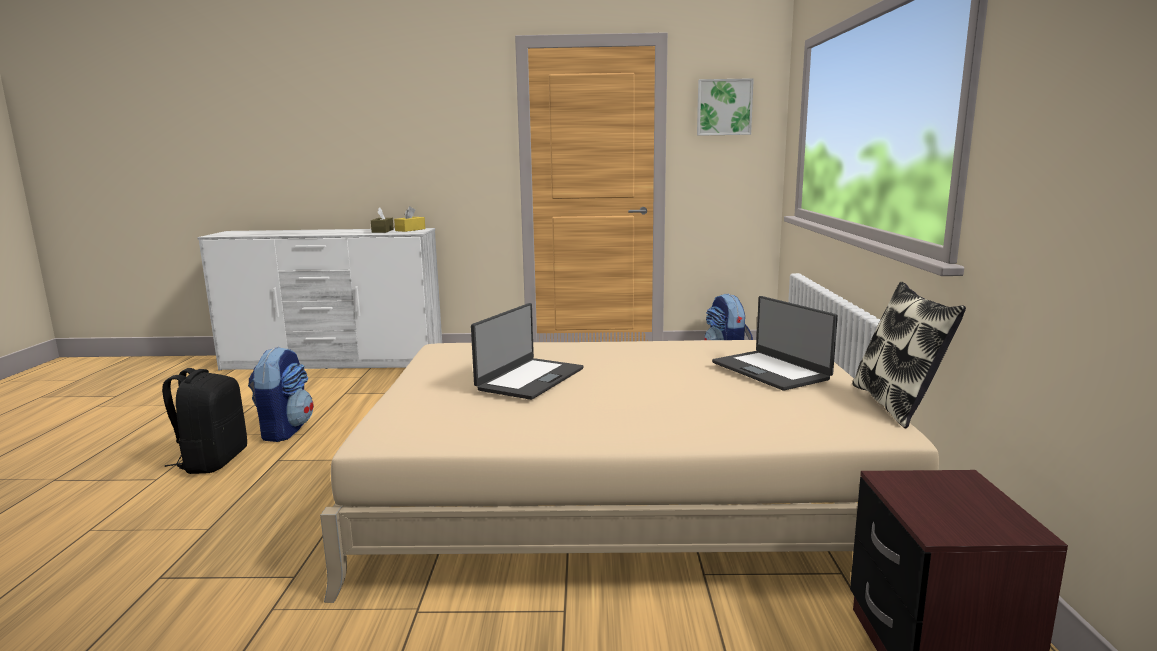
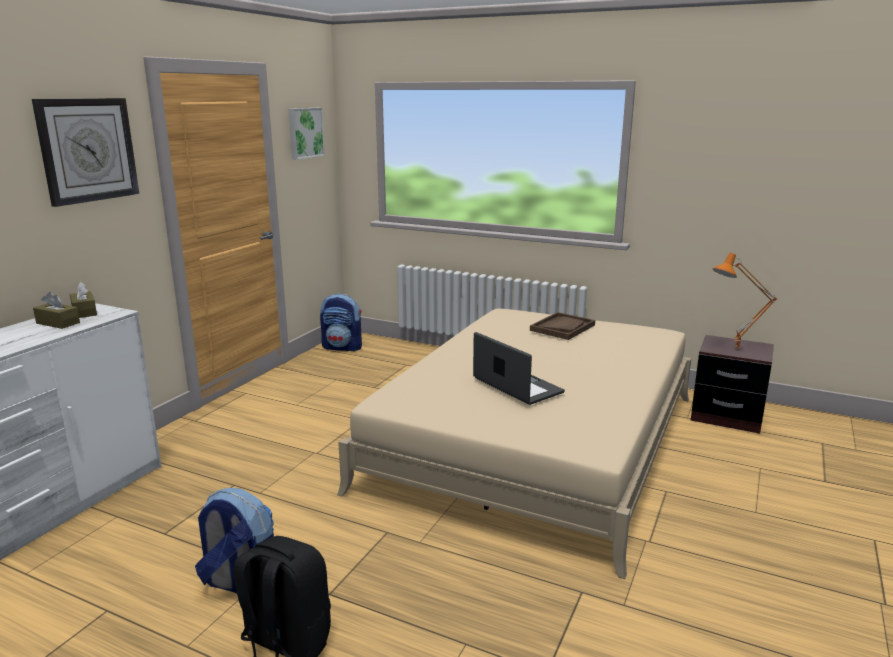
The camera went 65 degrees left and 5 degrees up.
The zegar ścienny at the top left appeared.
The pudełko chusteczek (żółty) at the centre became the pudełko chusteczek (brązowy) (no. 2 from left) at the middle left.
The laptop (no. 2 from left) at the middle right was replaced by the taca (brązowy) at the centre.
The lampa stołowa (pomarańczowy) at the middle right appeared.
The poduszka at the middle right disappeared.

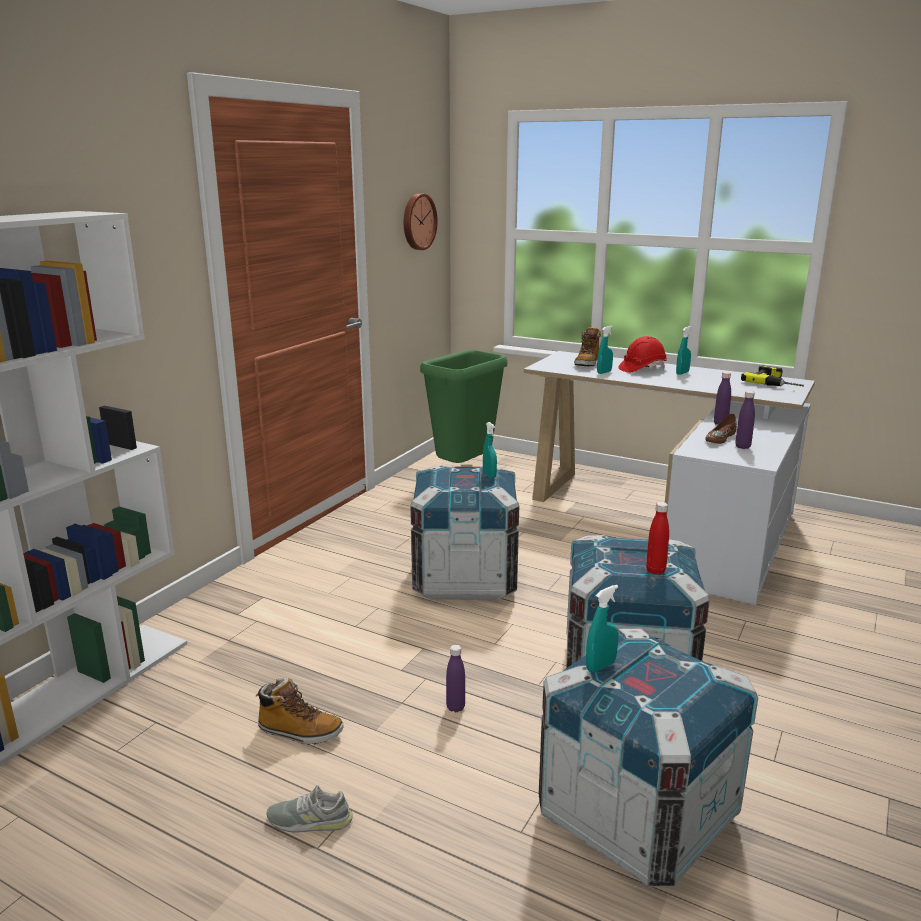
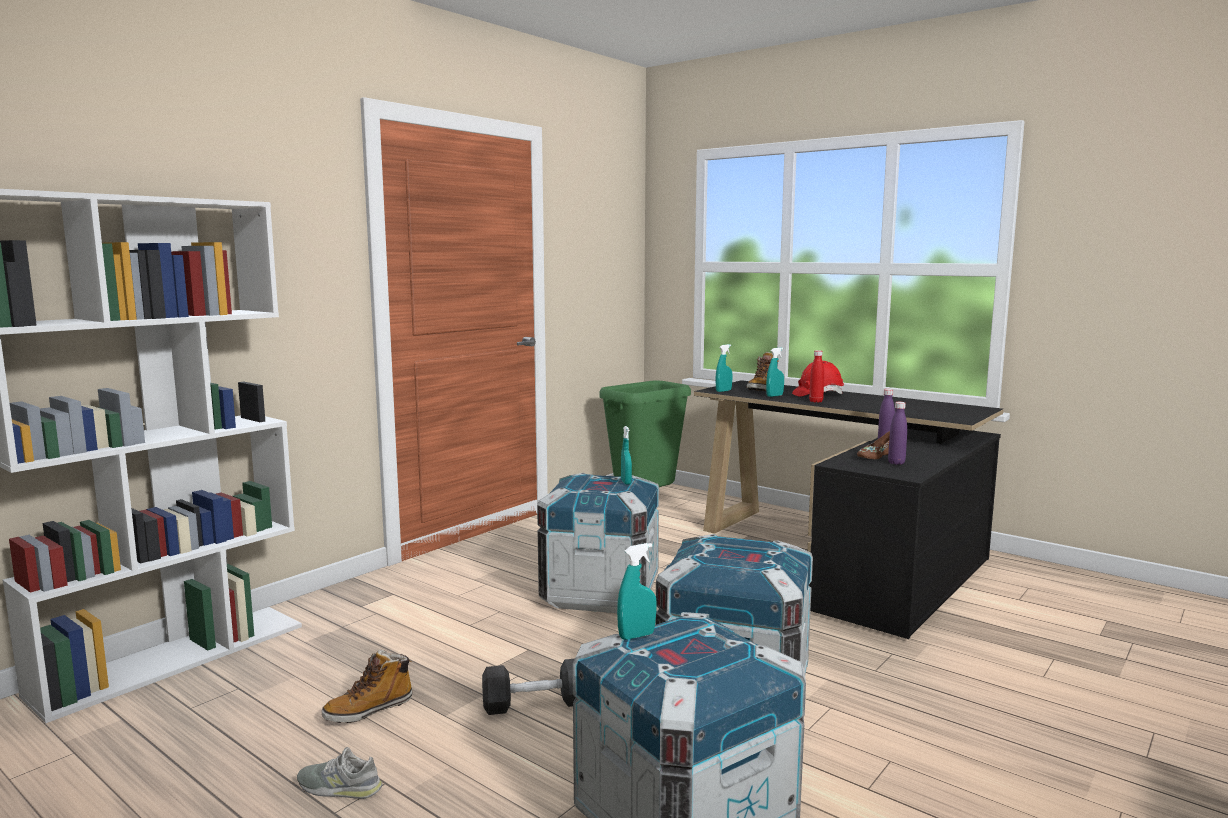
The camera went 10 degrees right and 10 degrees down.
The but z cholewką (no. 1 from left) at the bottom left turned 120 degrees clockwise.
The butelka (fioletowy) (no. 1 from left) at the bottom centre was replaced by the hantel (czarny) at the bottom centre.
The biurko (biały) at the middle right became the biurko (czarny) at the middle right.
The spryskiwacz (turkusowy) (no. 4 from left in the first image) moved from the middle right to the centre.
The butelka (czerwony) moved from the middle right to the centre.
The zegar ścienny at the top centre disappeared.
The wiertarka at the middle right disappeared.

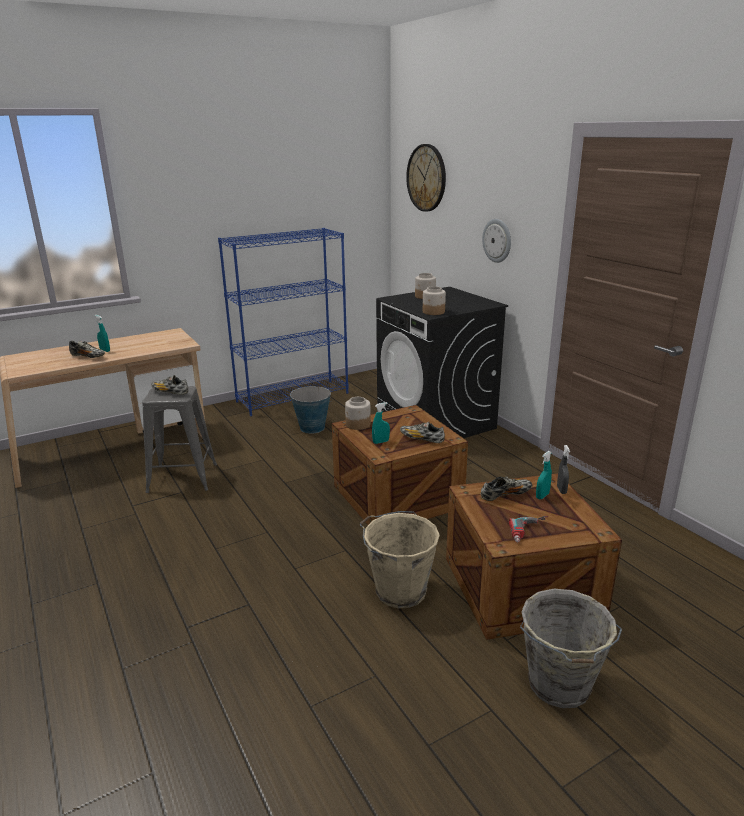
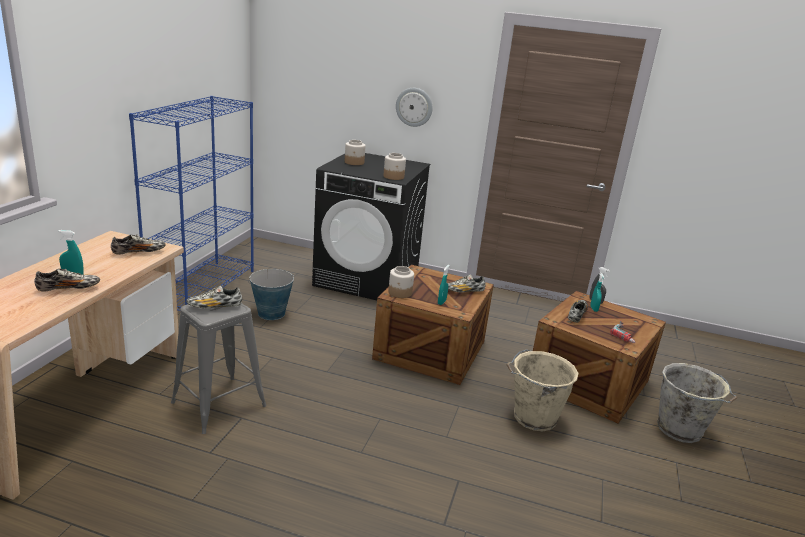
The camera went 45 degrees left and 0 degrees up.
The but (no. 2 from left) at the middle left appeared.
The zegar ścienny (no. 1 from left) at the top centre disappeared.

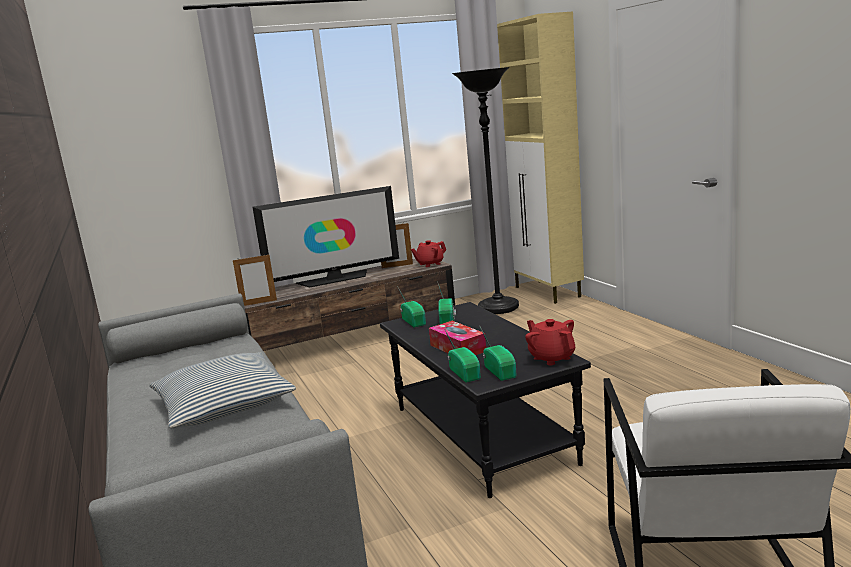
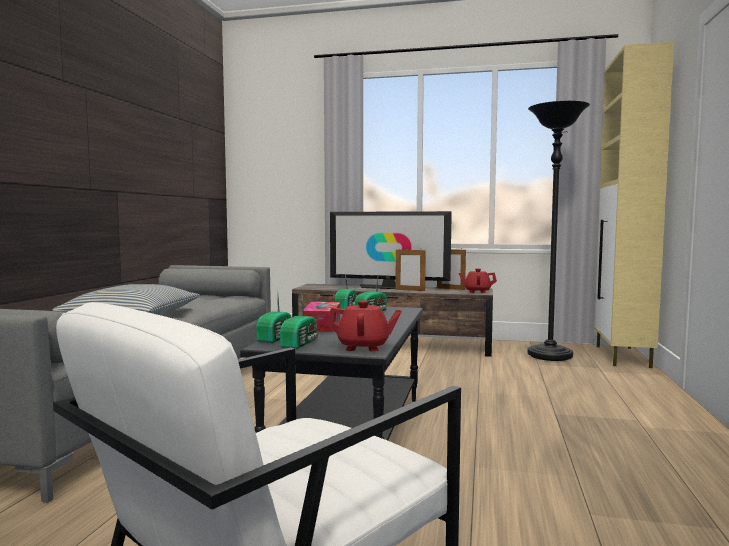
The camera went 35 degrees right and 10 degrees down.
The imbryk (czerwony) (no. 2 from left in the first image) at the centre turned 90 degrees clockwise.
The ramka na zdjęcie (no. 1 from left) moved from the middle left to the centre.

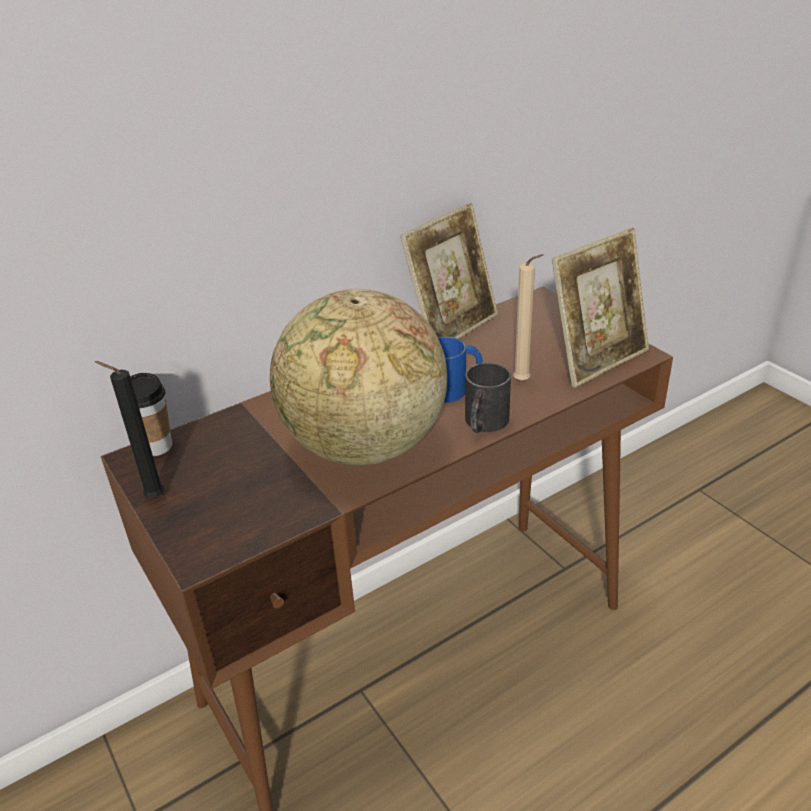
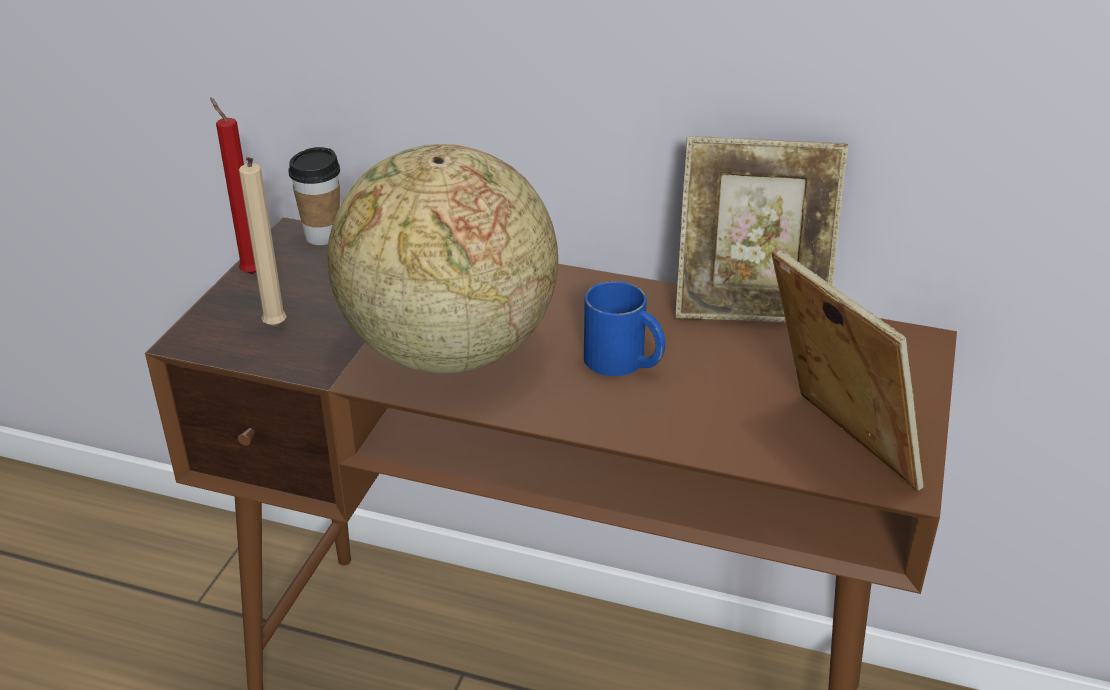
The camera went 50 degrees right and 0 degrees up.
The świeca (czarny) at the middle left became the świeca (czerwony) at the top left.
The świeca (beżowy) moved from the centre to the middle left.
The ramka na zdjęcie (no. 2 from left) at the middle right turned 135 degrees counterclockwise.
The kubek (czarny) at the centre disappeared.

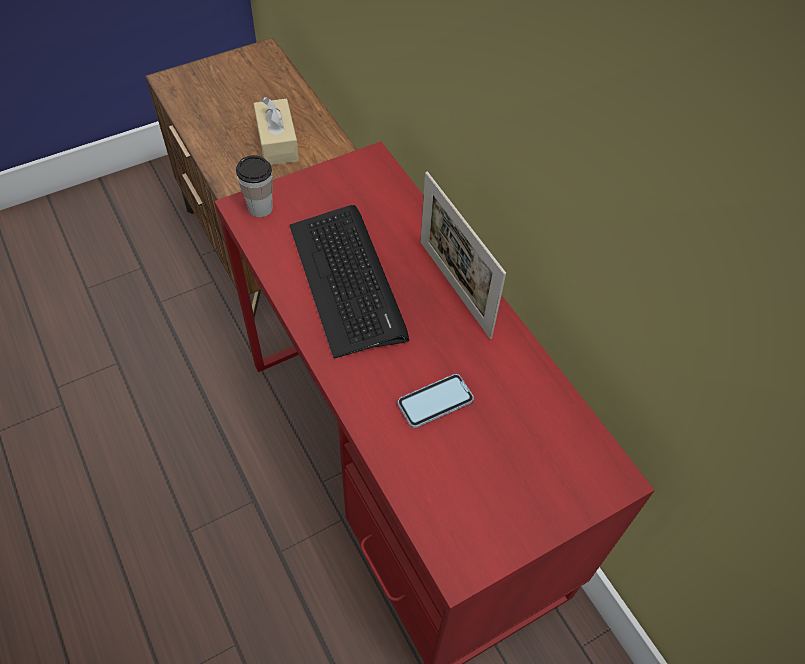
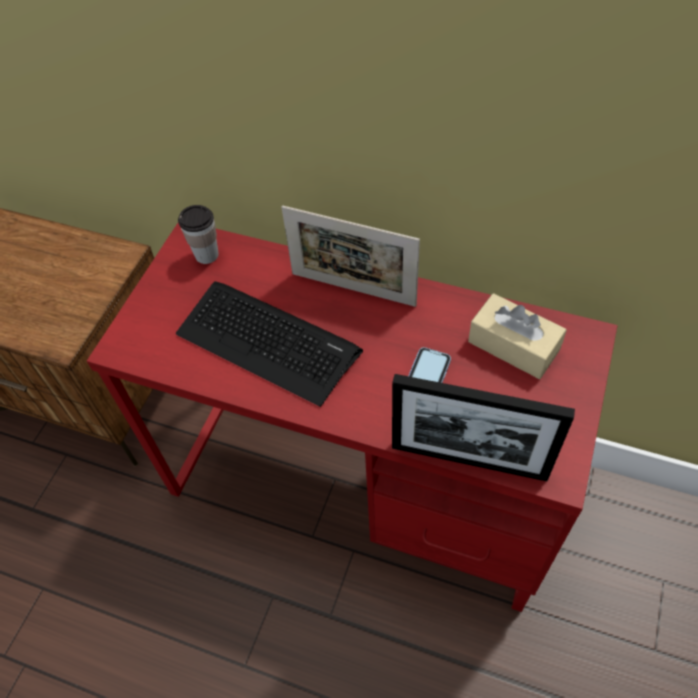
The camera went 35 degrees left and 0 degrees up.
The filiżanka moved from the top left to the middle left.
The ramka na zdjęcie (no. 2 from left) at the middle right appeared.
The pudełko chusteczek (beżowy) moved from the top centre to the middle right.

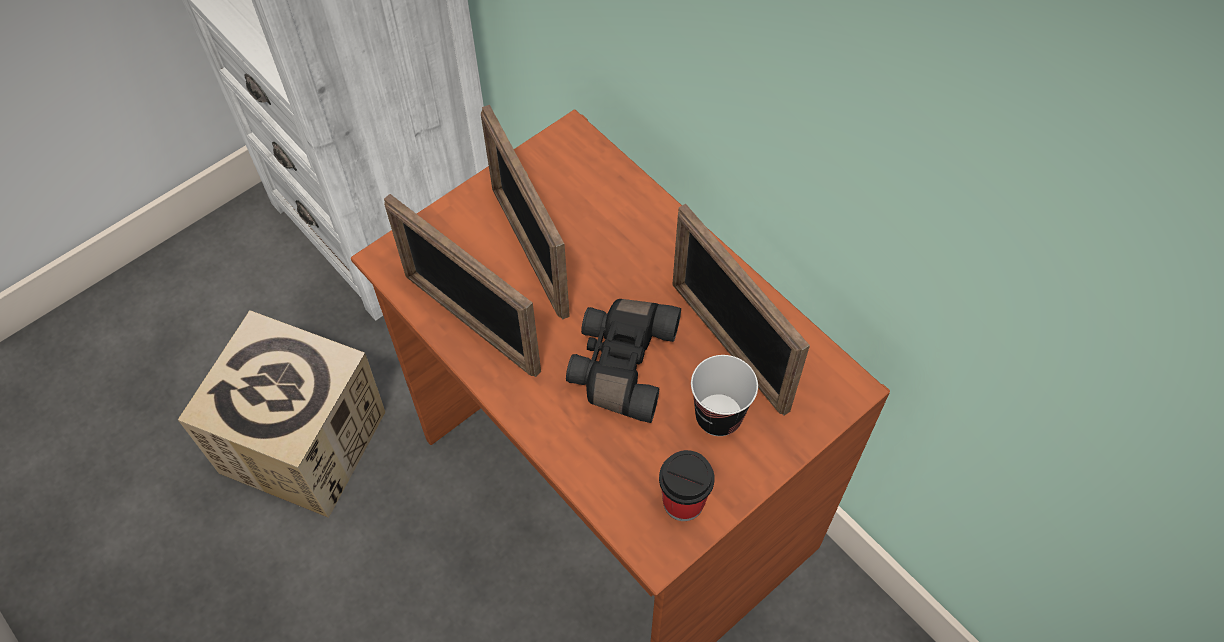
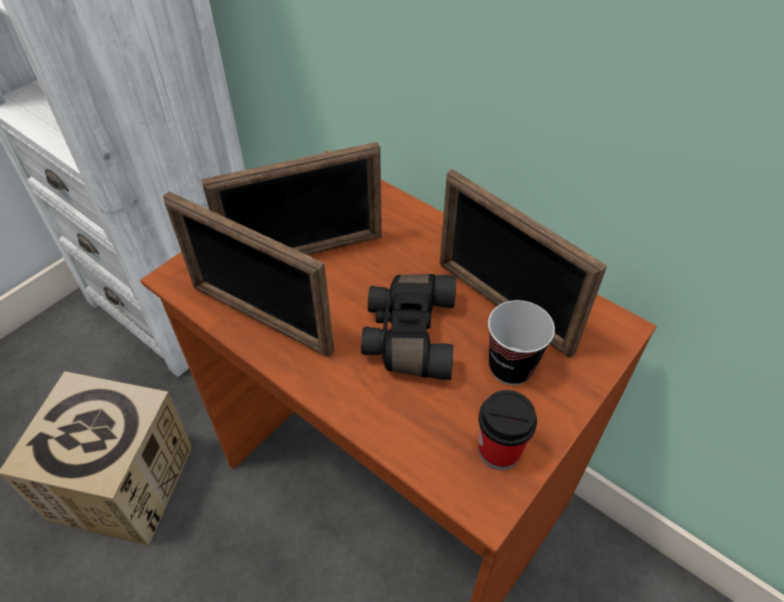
The camera went 10 degrees left and 10 degrees down.
The ramka na zdjęcie (no. 2 from left) at the top centre turned 75 degrees counterclockwise.

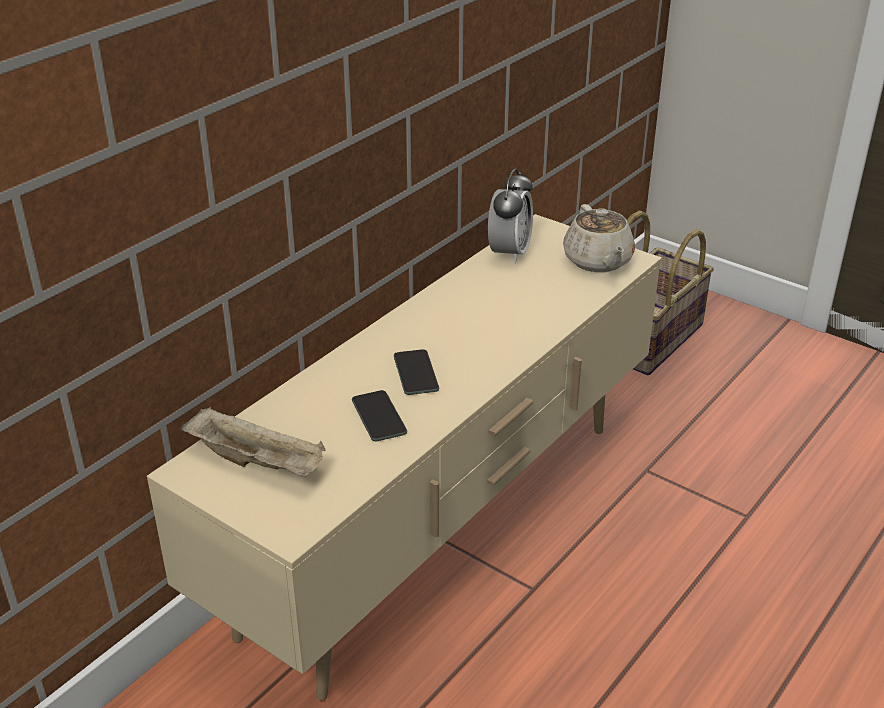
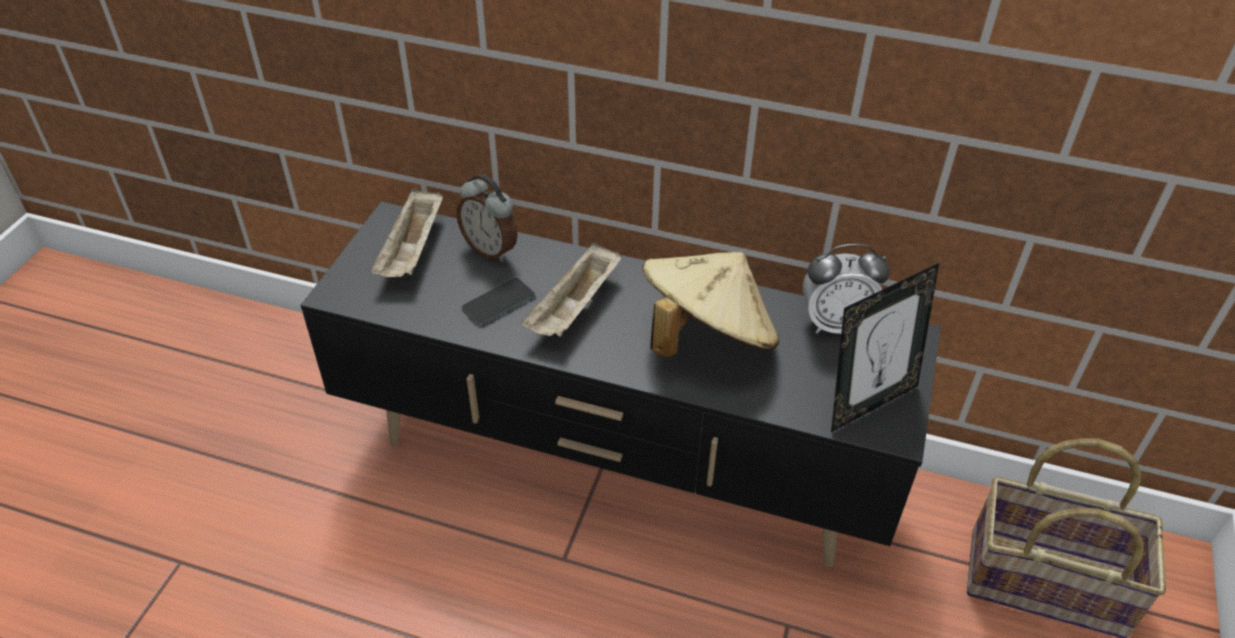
The camera went 70 degrees right and 10 degrees up.
The szafka pod telewizor (beżowy) at the centre became the szafka pod telewizor (czarny) at the centre.
The budzik (no. 1 from left) at the centre appeared.
The telefon (no. 2 from left) at the centre was replaced by the taca (beżowy) (no. 2 from left) at the centre.
The kapelusz (beżowy) at the centre appeared.
The imbryk (beżowy) at the middle right was replaced by the ramka na zdjęcie at the middle right.

